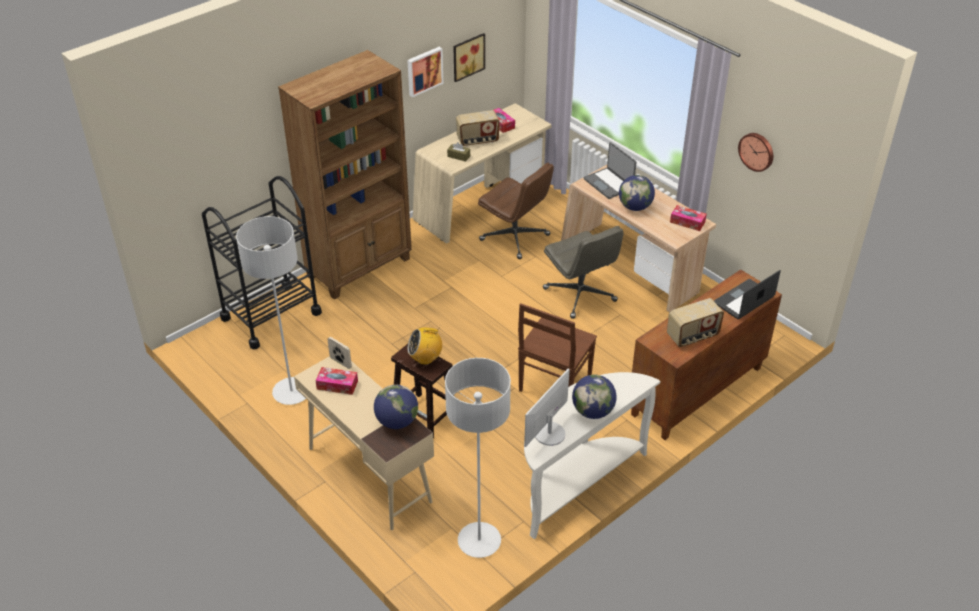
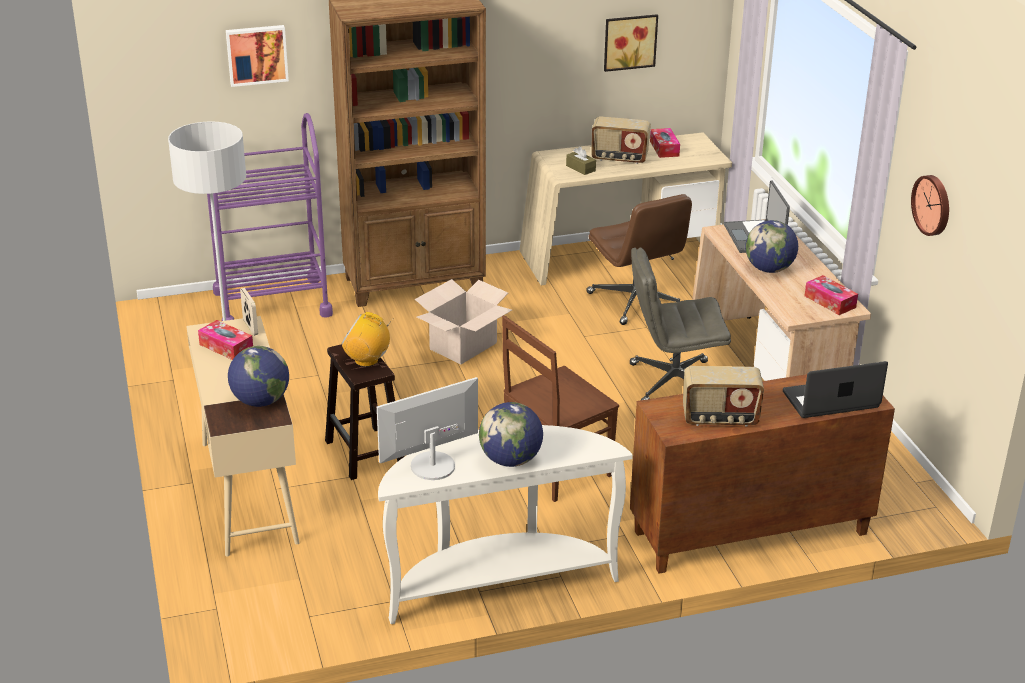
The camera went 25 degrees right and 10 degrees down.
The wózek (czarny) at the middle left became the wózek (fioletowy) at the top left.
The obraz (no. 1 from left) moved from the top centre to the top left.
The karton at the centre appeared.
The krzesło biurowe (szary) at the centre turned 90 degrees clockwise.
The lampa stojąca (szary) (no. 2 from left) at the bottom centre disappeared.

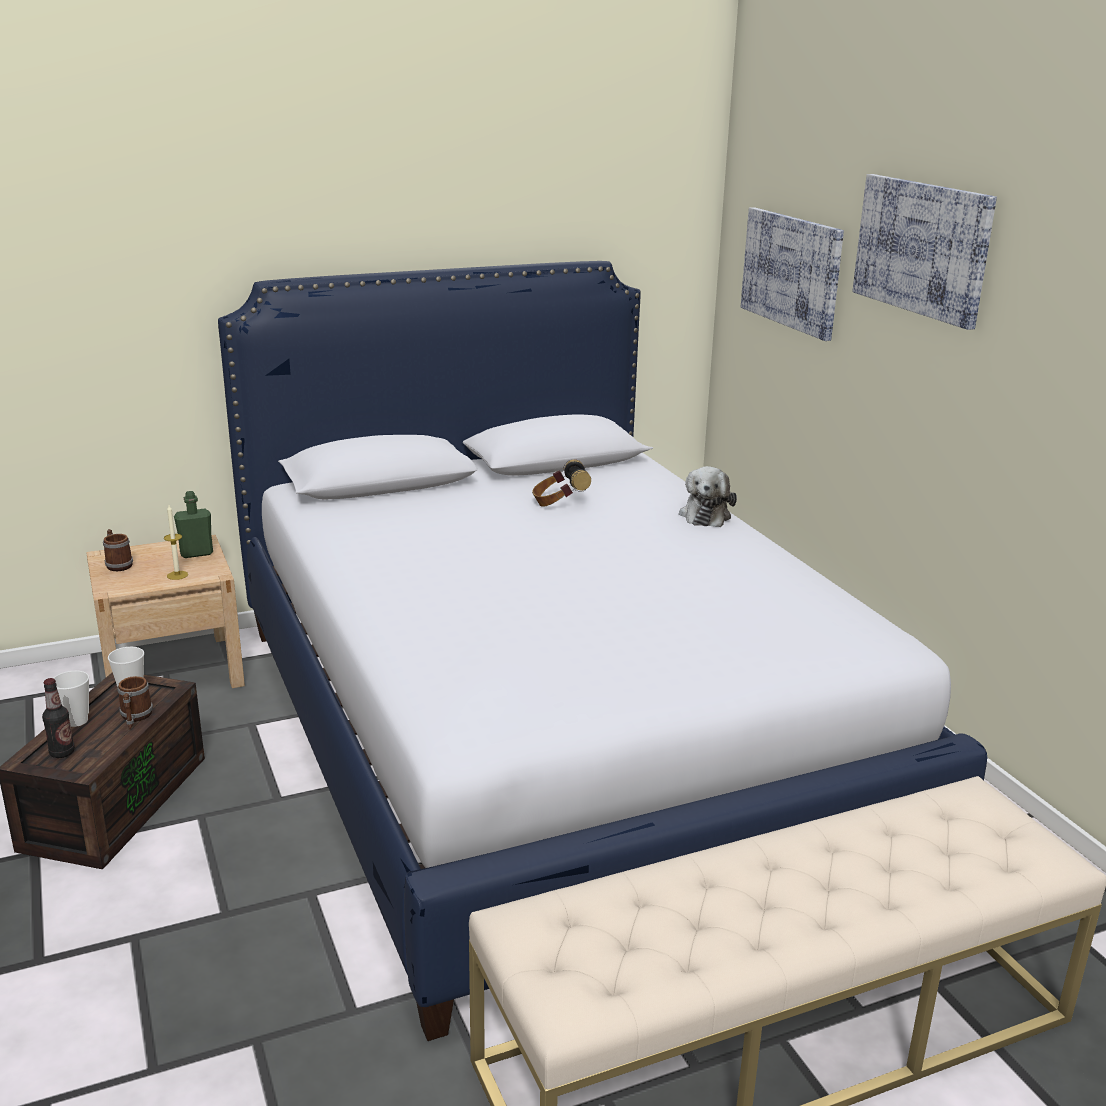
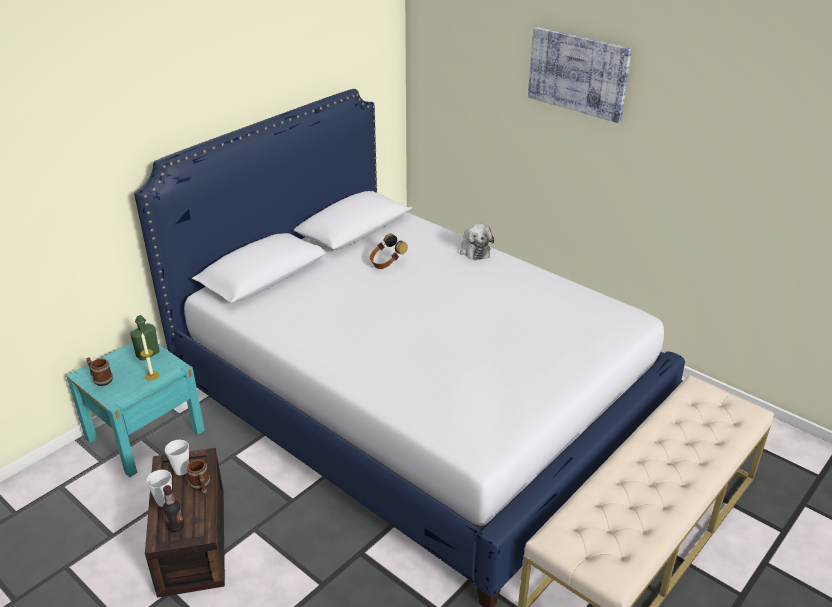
The camera went 25 degrees left and 10 degrees up.
The szafka nocna (beżowy) at the middle left became the szafka nocna (turkusowy) at the bottom left.
The obraz (no. 1 from left) at the top right disappeared.

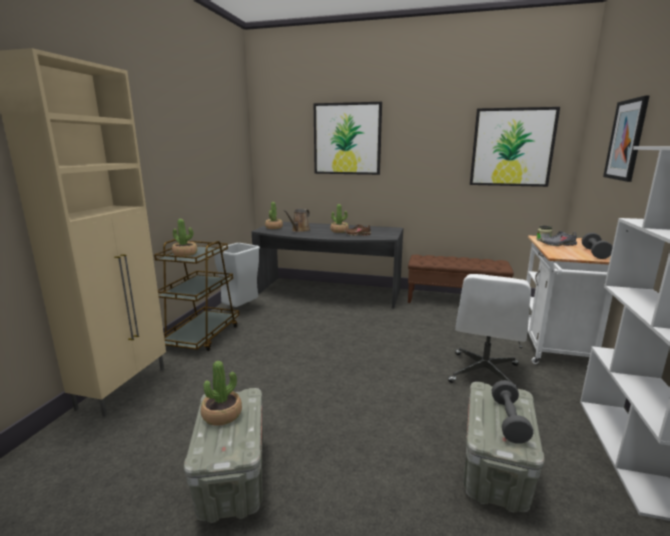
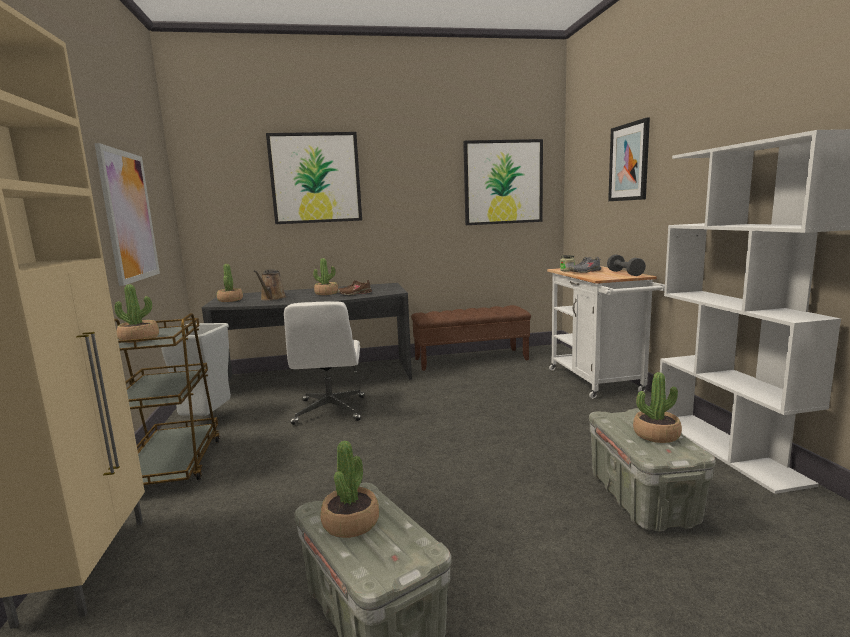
The camera went 25 degrees left and 5 degrees down.
The obraz (no. 1 from left) at the middle left appeared.
The krzesło biurowe (biały) moved from the middle right to the centre.
The hantel (szary) (no. 1 from left) at the bottom right was replaced by the roślina doniczkowa (no. 5 from left) at the middle right.

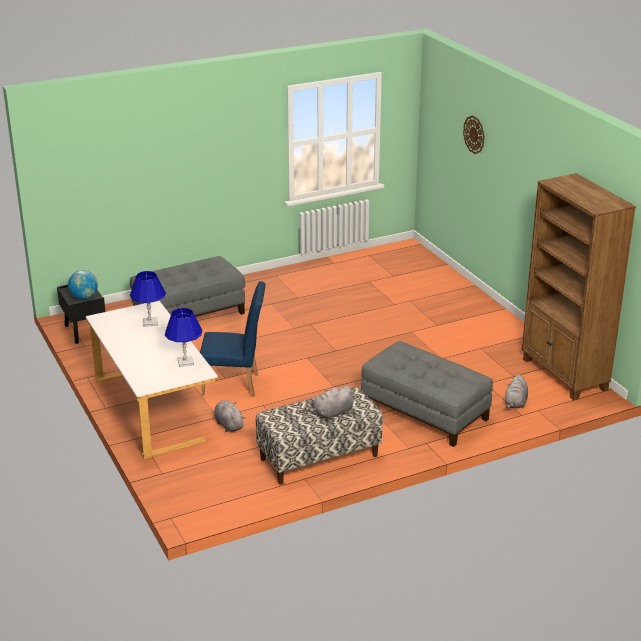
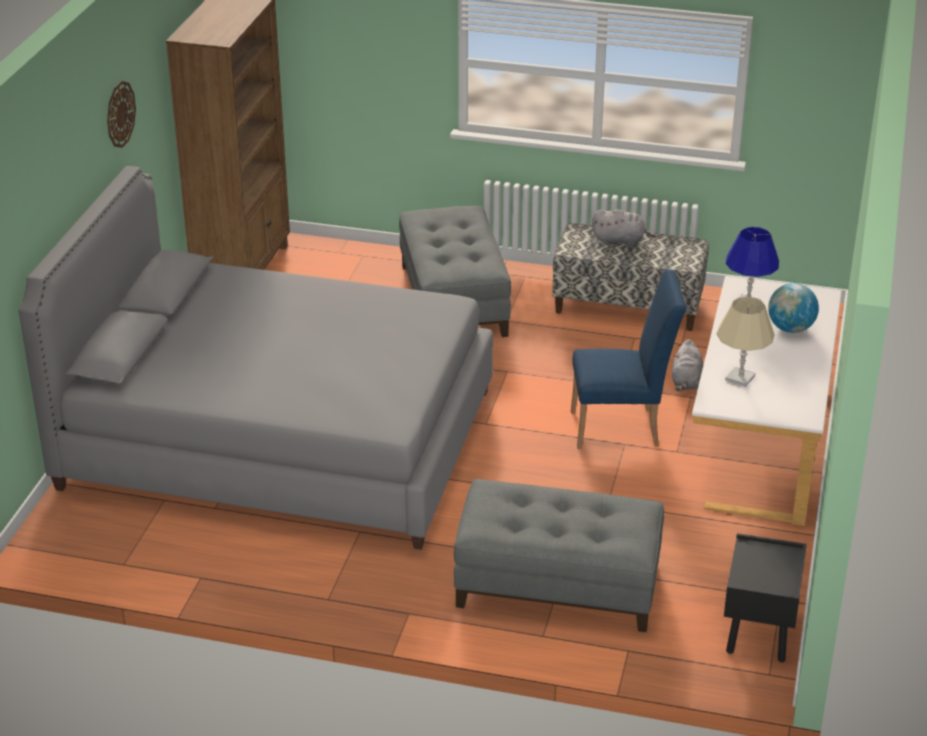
The camera went 140 degrees left and 5 degrees up.
The łóżko (szary) at the middle left appeared.
The zegar ścienny moved from the top right to the top left.
The krzesło (niebieski) at the centre turned 135 degrees clockwise.
The lampa stołowa (niebieski) (no. 1 from left) at the middle left became the lampa stołowa (beżowy) at the middle right.
The globus moved from the middle left to the middle right.
The pluszak (szary) (no. 3 from left) at the middle right disappeared.

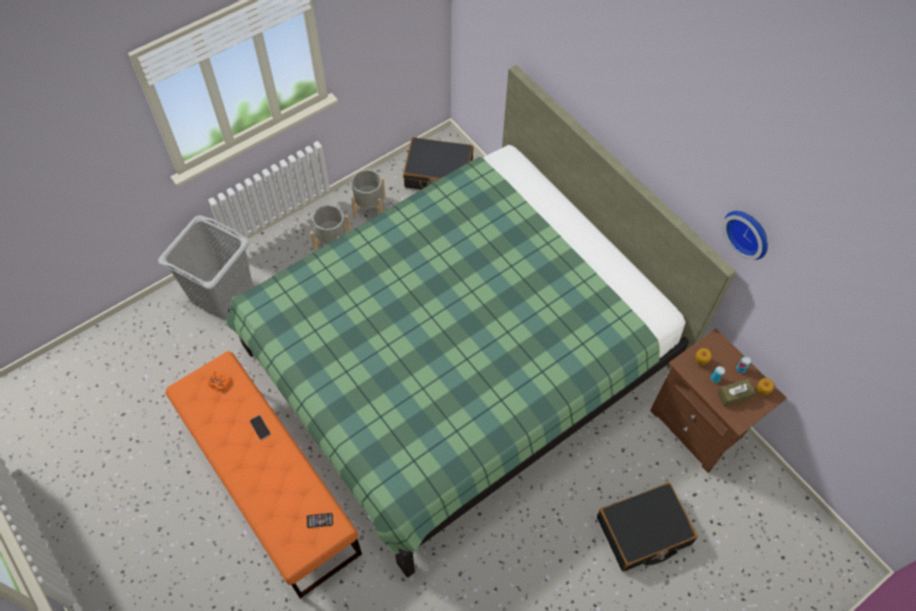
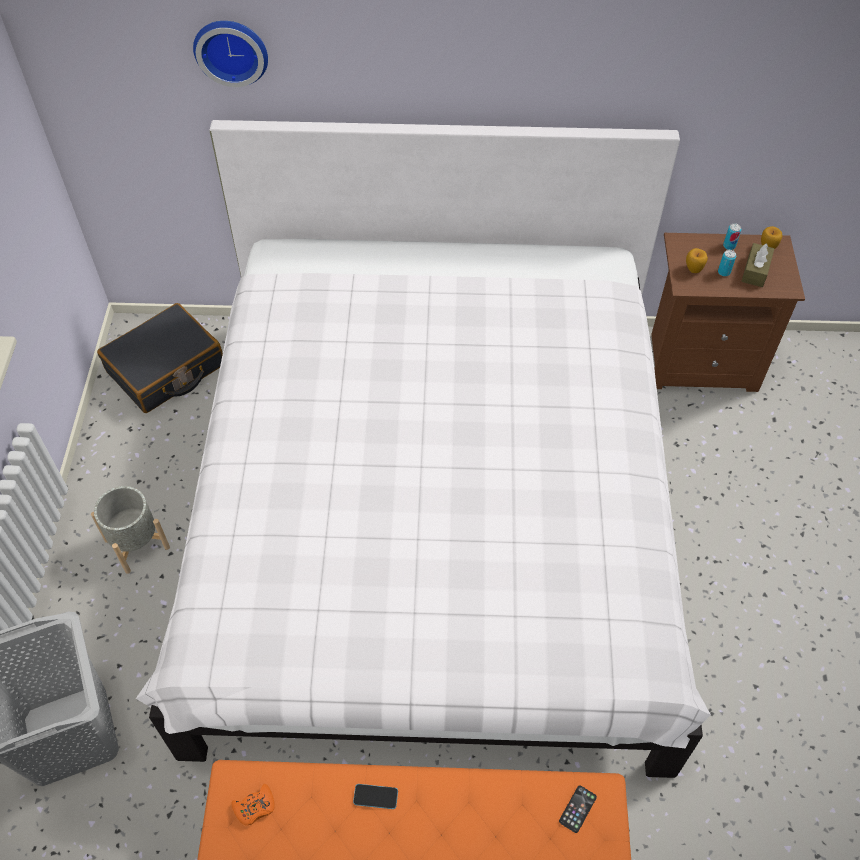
The camera went 50 degrees left and 5 degrees down.
The łóżko (zielony) at the centre became the łóżko (biały) at the centre.
The zegar ścienny moved from the middle right to the top left.
The donica (szary) (no. 2 from left) at the top centre disappeared.
The walizka (czarny) (no. 2 from left) at the bottom right disappeared.

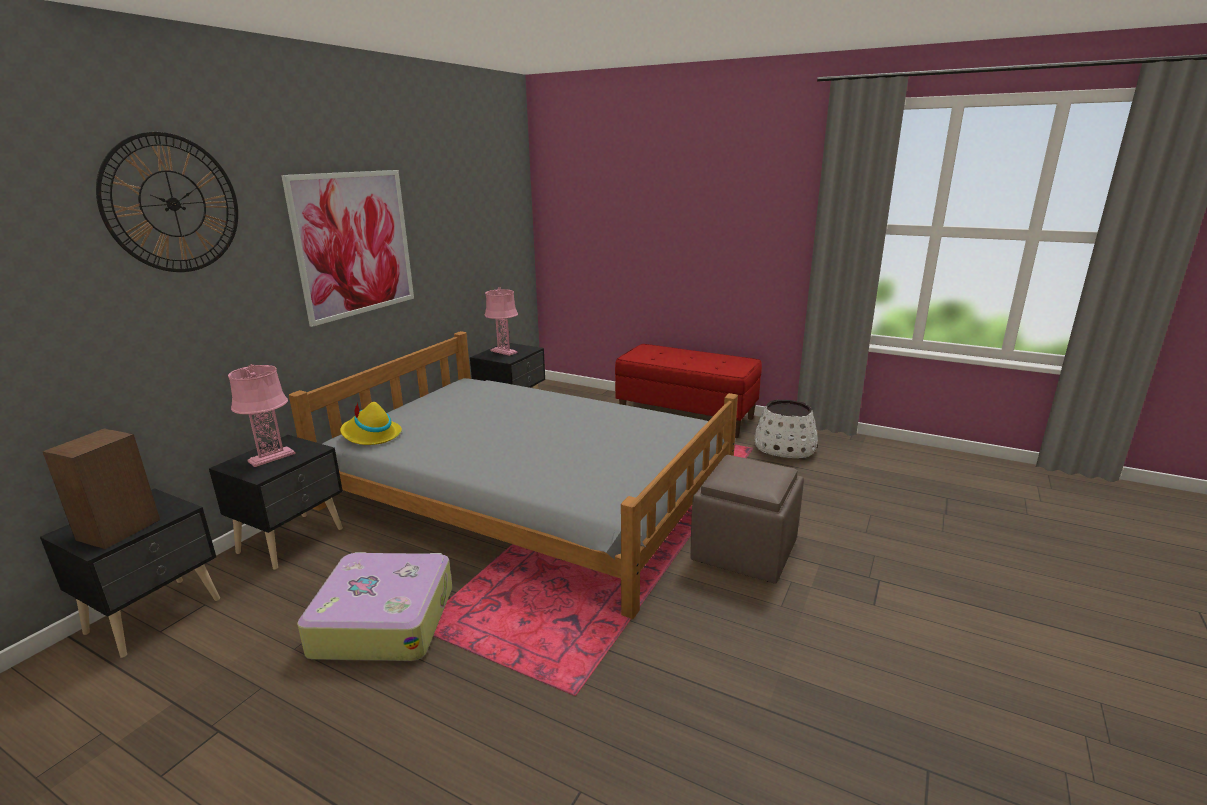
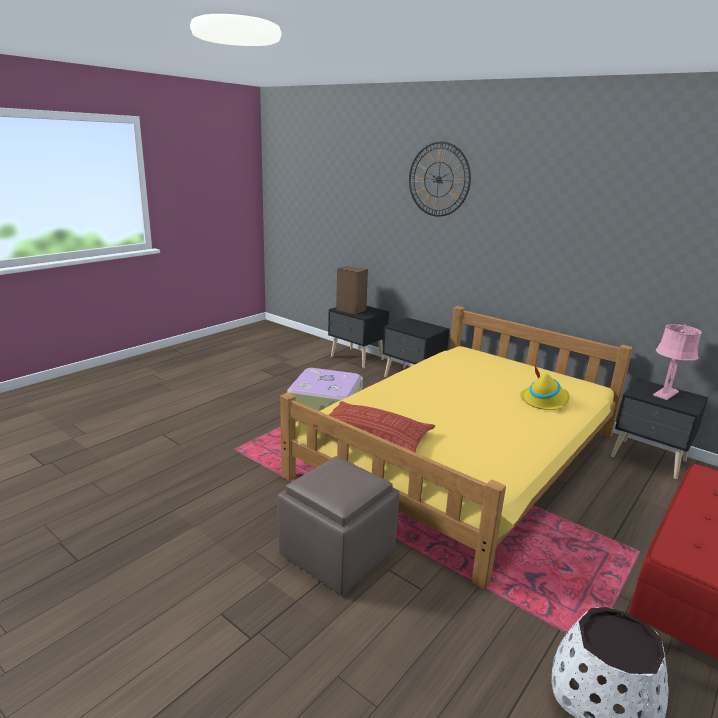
The camera went 100 degrees right and 0 degrees up.
The łóżko (szary) at the centre became the łóżko (żółty) at the centre.
The poduszka at the centre appeared.
The kapelusz (żółty) moved from the middle left to the middle right.
The lampa stołowa (różowy) (no. 1 from left) at the middle left disappeared.
The obraz at the top left disappeared.

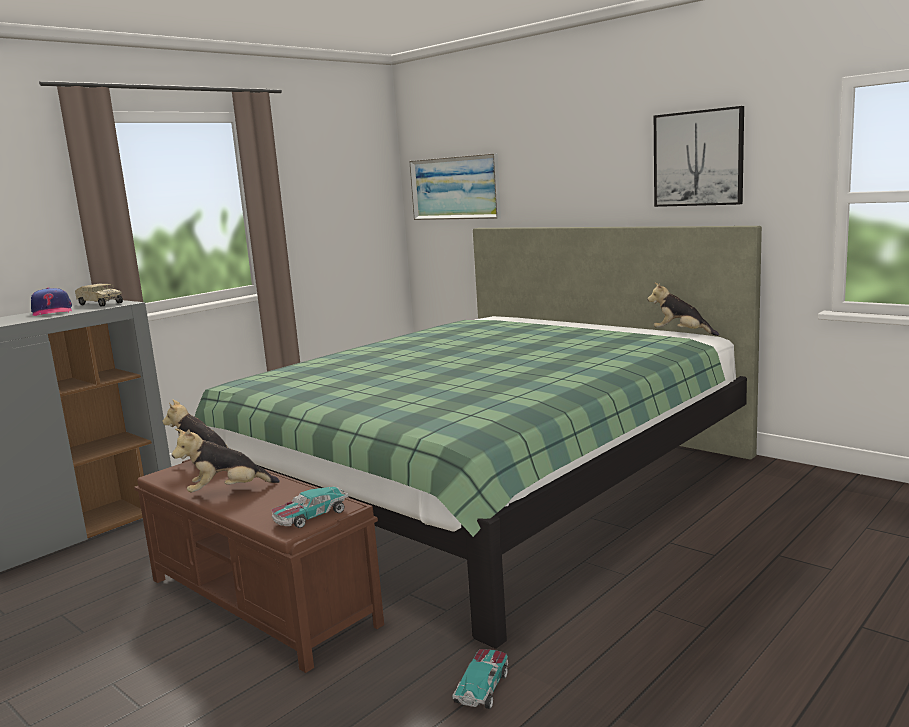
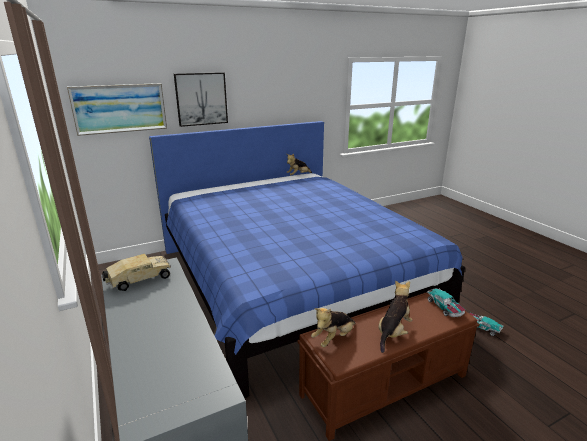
The camera went 70 degrees left and 10 degrees up.
The łóżko (zielony) at the centre became the łóżko (niebieski) at the centre.
The obraz (no. 2 from left) moved from the top right to the top centre.
The pluszak (no. 2 from left in the first image) at the middle left turned 150 degrees counterclockwise.
The czapka z daszkiem at the middle left disappeared.

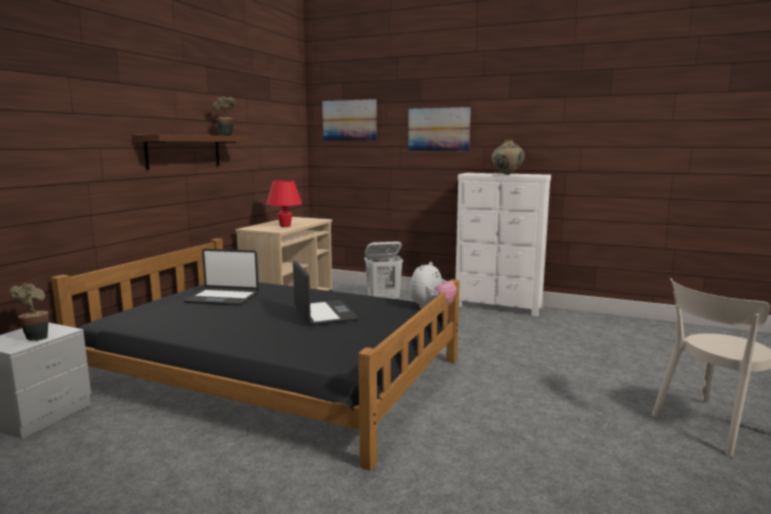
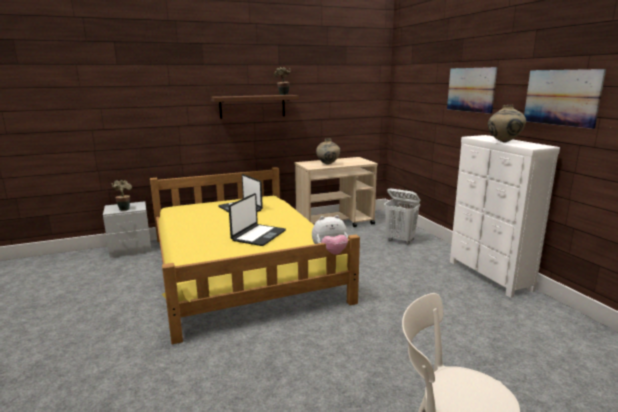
The camera went 45 degrees right and 5 degrees up.
The łóżko (czarny) at the bottom left became the łóżko (żółty) at the centre.
The lampa stołowa (czerwony) at the centre was replaced by the wazon (beżowy) (no. 1 from left) at the centre.
The obraz (no. 1 from left in the first image) moved from the top centre to the top right.

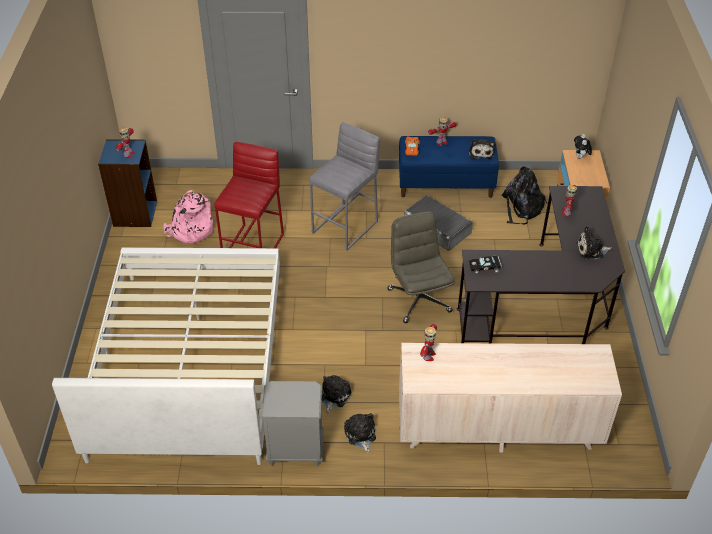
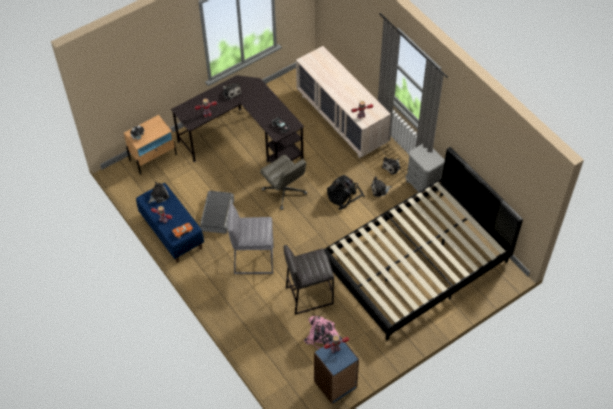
The camera went 125 degrees left and 10 degrees up.
The krzesło biurowe (szary) at the centre turned 75 degrees counterclockwise.
The stołek (czerwony) at the centre became the stołek (szary) (no. 2 from left) at the bottom centre.
The łóżko (biały) at the bottom left became the łóżko (czarny) at the middle right.
The plecak (czarny) moved from the middle right to the centre.

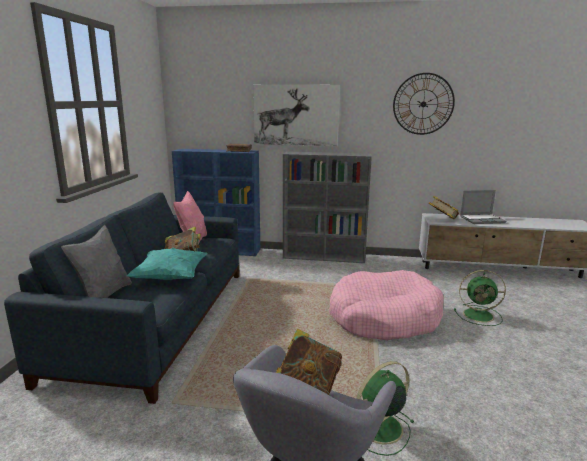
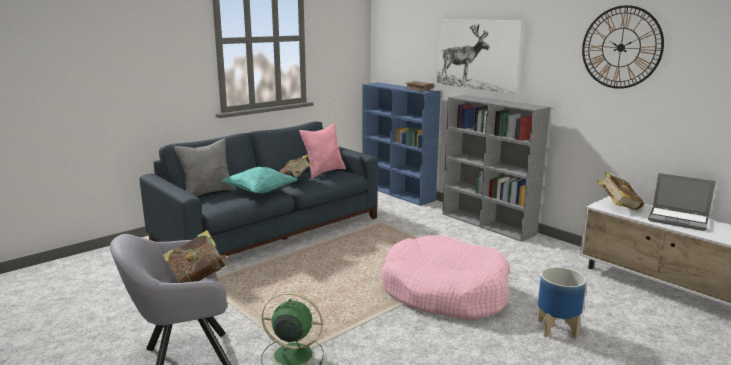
The camera went 40 degrees right and 0 degrees up.
The wentylator (zielony) (no. 2 from left) at the middle right was replaced by the donica at the bottom right.

